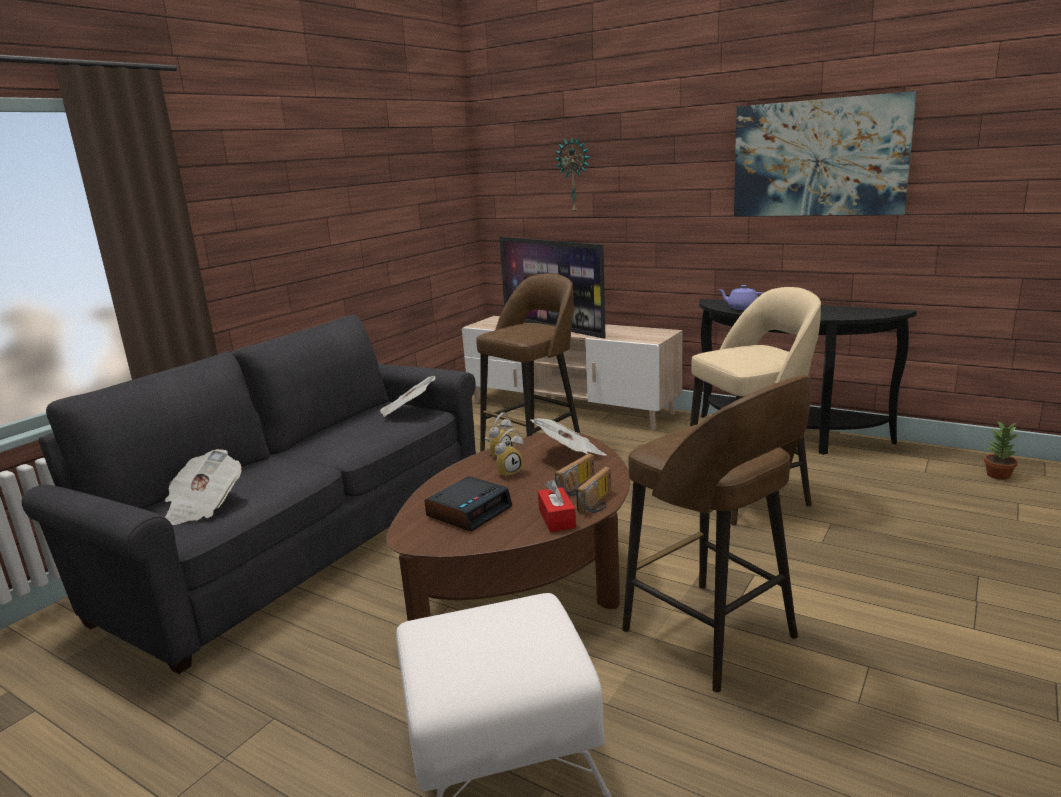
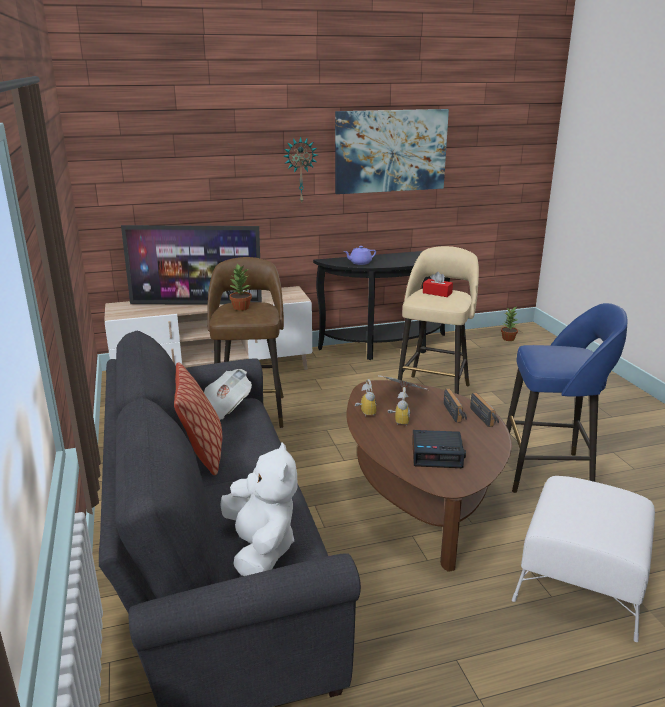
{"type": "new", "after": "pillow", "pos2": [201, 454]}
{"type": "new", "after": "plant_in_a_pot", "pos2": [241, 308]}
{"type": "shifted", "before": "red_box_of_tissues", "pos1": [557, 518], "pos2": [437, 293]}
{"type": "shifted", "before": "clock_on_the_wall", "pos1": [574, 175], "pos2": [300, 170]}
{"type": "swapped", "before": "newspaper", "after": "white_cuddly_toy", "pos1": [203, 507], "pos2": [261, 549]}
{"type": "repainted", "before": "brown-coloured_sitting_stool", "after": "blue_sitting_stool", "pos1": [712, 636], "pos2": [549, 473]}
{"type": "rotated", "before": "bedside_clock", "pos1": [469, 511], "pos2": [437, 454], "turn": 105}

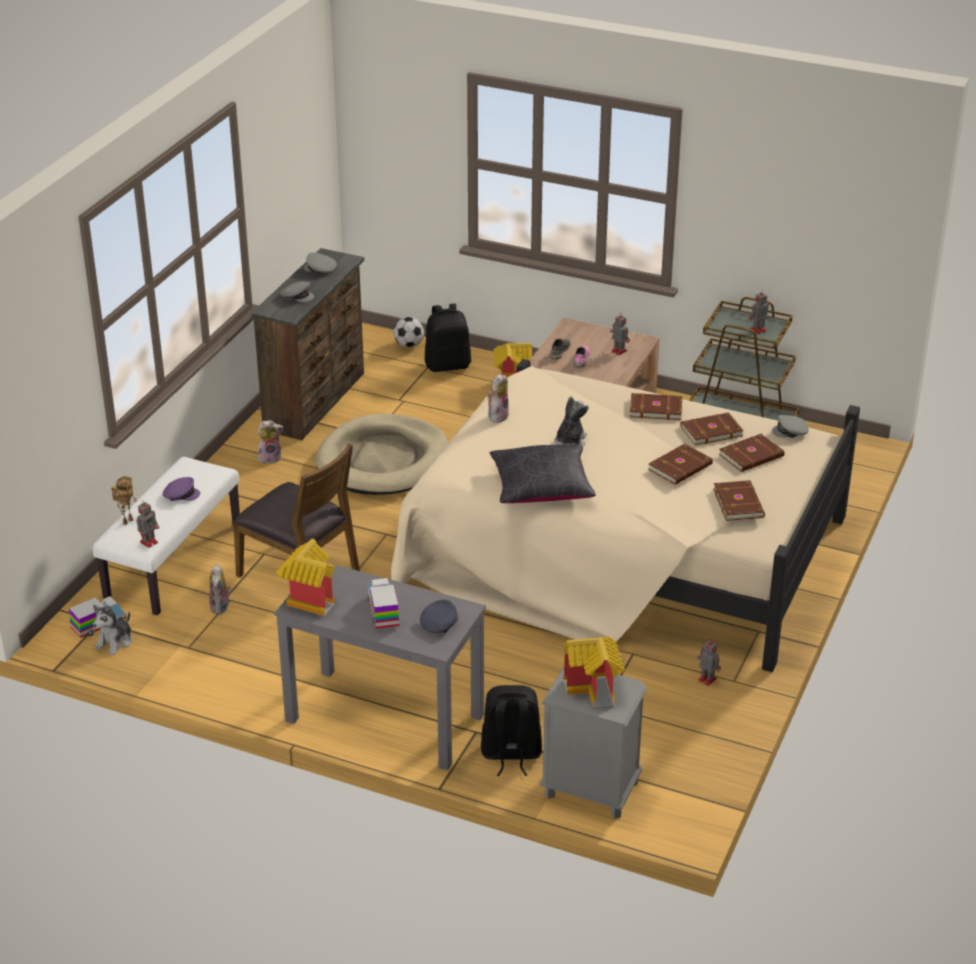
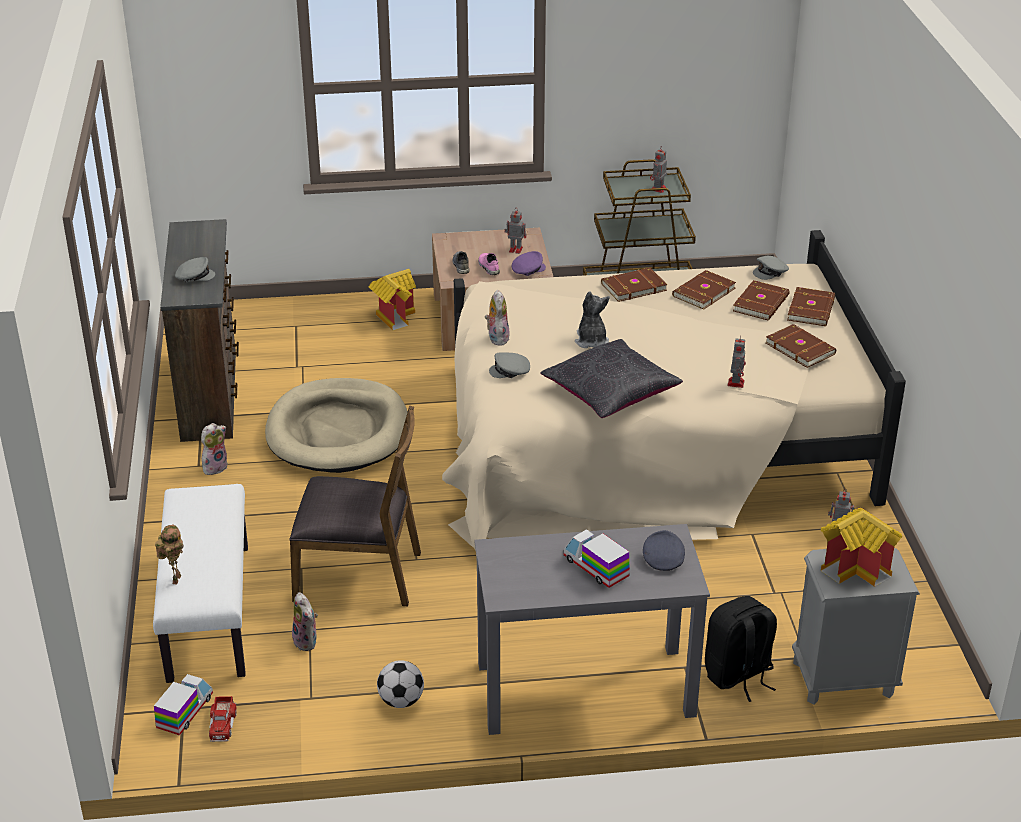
{"type": "gone", "before": "model_house", "pos1": [308, 599]}
{"type": "gone", "before": "black-coloured_backpack", "pos1": [448, 365]}
{"type": "shifted", "before": "toy_robot", "pos1": [149, 541], "pos2": [736, 382]}
{"type": "shifted", "before": "purple_cap", "pos1": [181, 494], "pos2": [528, 269]}
{"type": "shifted", "before": "gray_cap", "pos1": [320, 269], "pos2": [510, 371]}
{"type": "shifted", "before": "football_ball", "pos1": [409, 345], "pos2": [401, 701]}
{"type": "shifted", "before": "brown-coloured_book", "pos1": [681, 467], "pos2": [812, 309]}
{"type": "swapped", "before": "cuddly_toy", "after": "toy_lorry", "pos1": [115, 642], "pos2": [222, 724]}

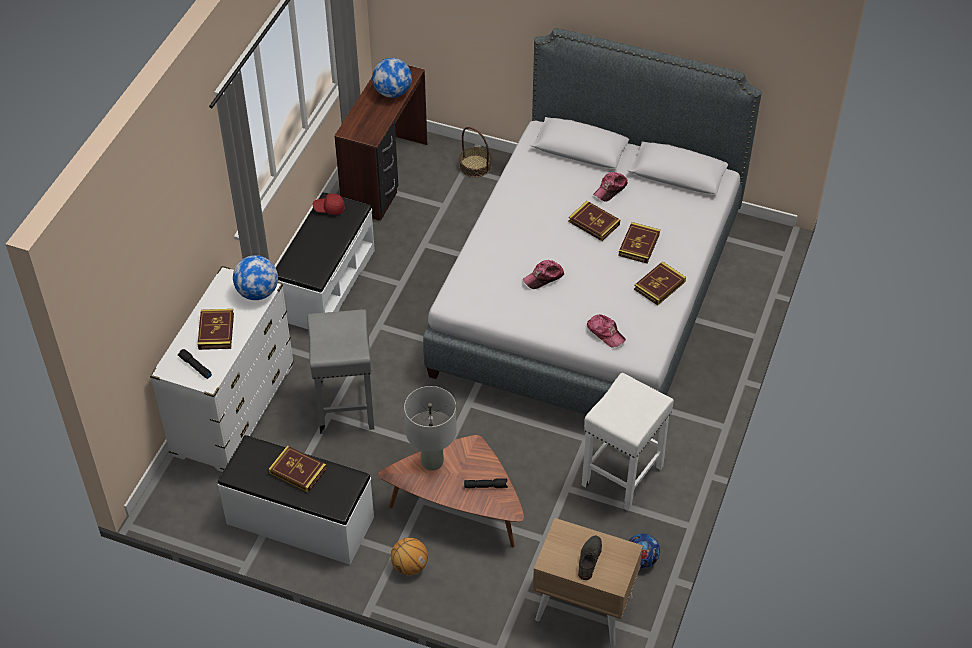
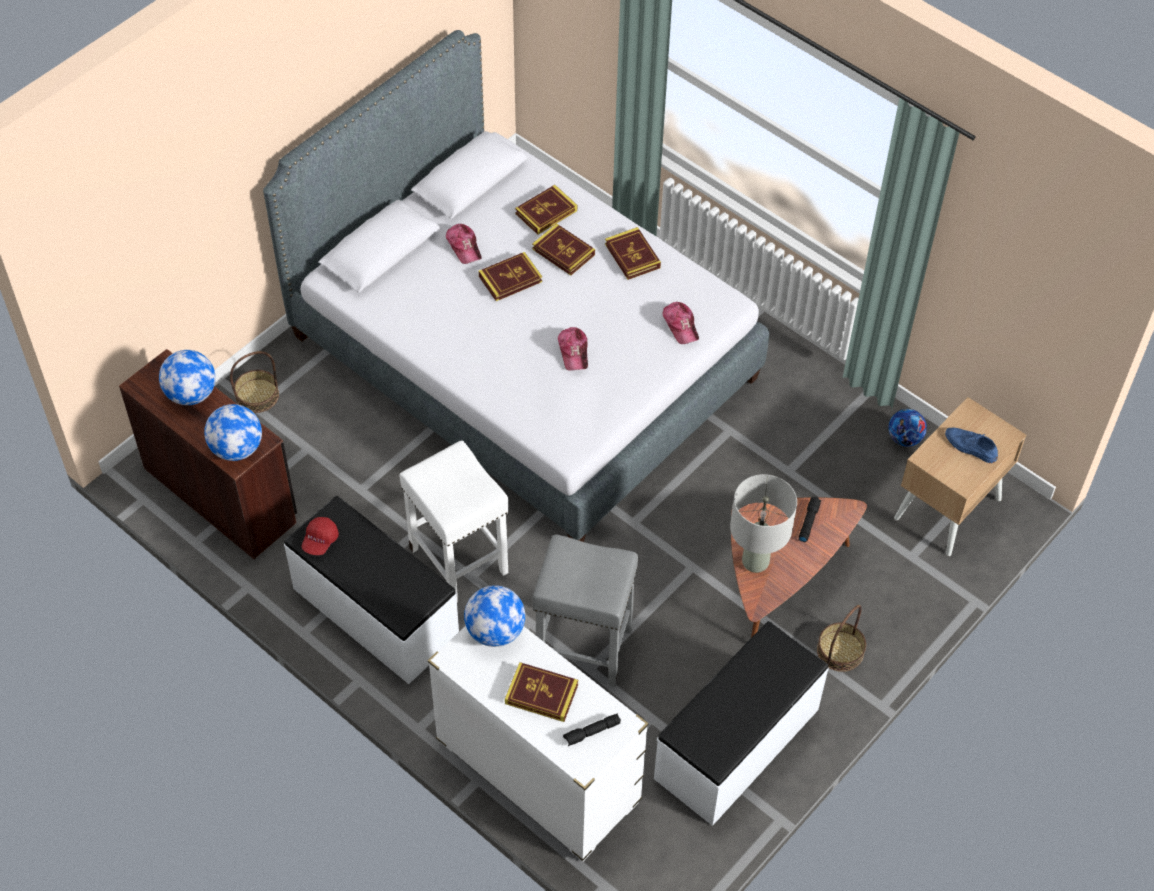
{"type": "new", "after": "world_globe", "pos2": [237, 448]}
{"type": "shifted", "before": "book", "pos1": [298, 471], "pos2": [546, 212]}
{"type": "shifted", "before": "white_sitting_stool", "pos1": [621, 477], "pos2": [460, 561]}
{"type": "swapped", "before": "ball_for_basketball", "after": "household_basket", "pos1": [409, 566], "pos2": [840, 651]}
{"type": "repainted", "before": "gray_item_of_footwear", "after": "blue_item_of_footwear", "pos1": [589, 558], "pos2": [970, 447]}
{"type": "rotated", "before": "cap", "pos1": [605, 333], "pos2": [680, 325], "turn": 90}

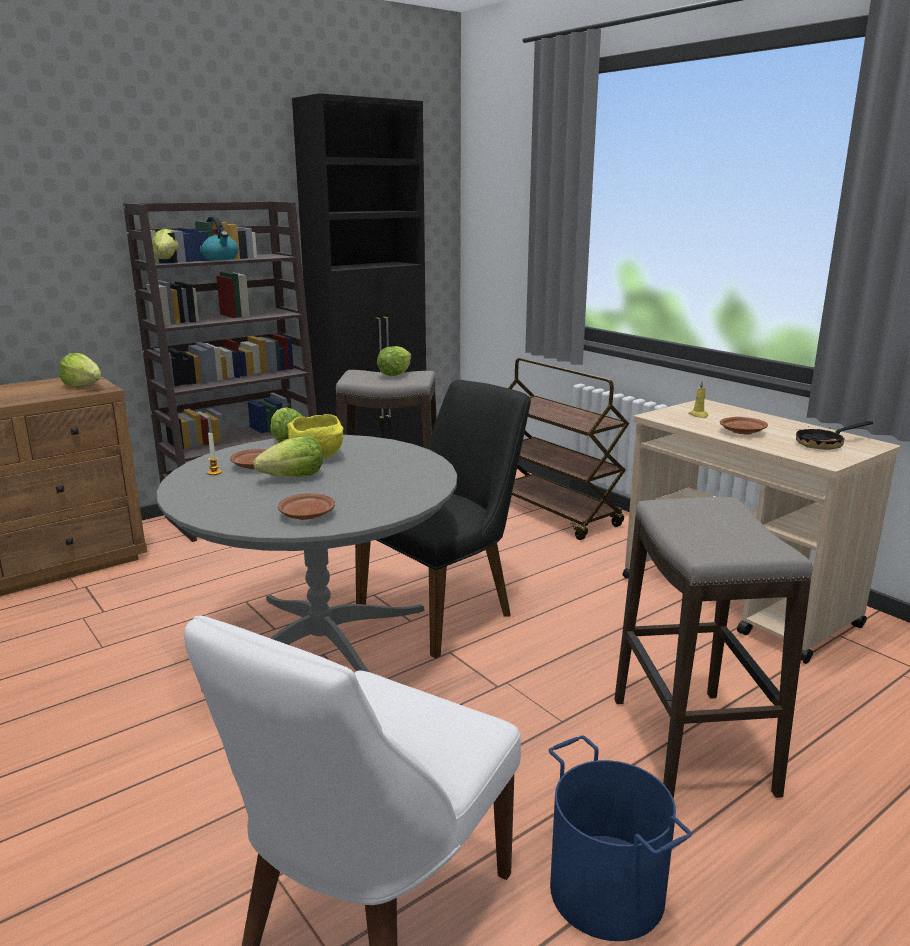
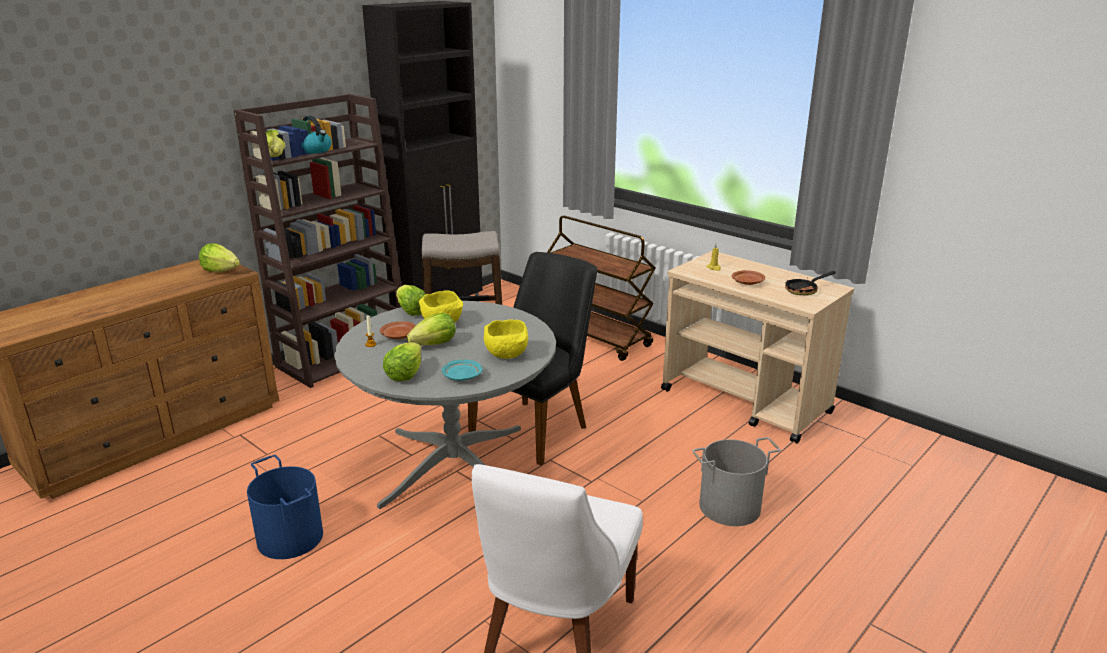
{"type": "new", "after": "yellow_serving_bowl", "pos2": [508, 355]}
{"type": "shifted", "before": "lettuce", "pos1": [395, 374], "pos2": [404, 375]}
{"type": "shifted", "before": "blue_water_bucket", "pos1": [608, 890], "pos2": [291, 537]}
{"type": "swapped", "before": "sitting_stool", "after": "gray_water_bucket", "pos1": [691, 745], "pos2": [730, 507]}
{"type": "repainted", "before": "brown-coloured_plate", "after": "turquoise_plate", "pos1": [306, 515], "pos2": [461, 376]}

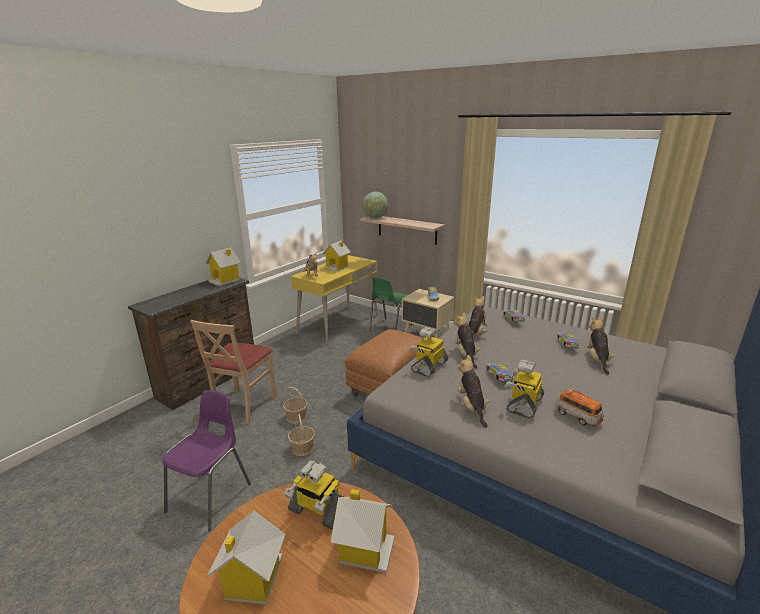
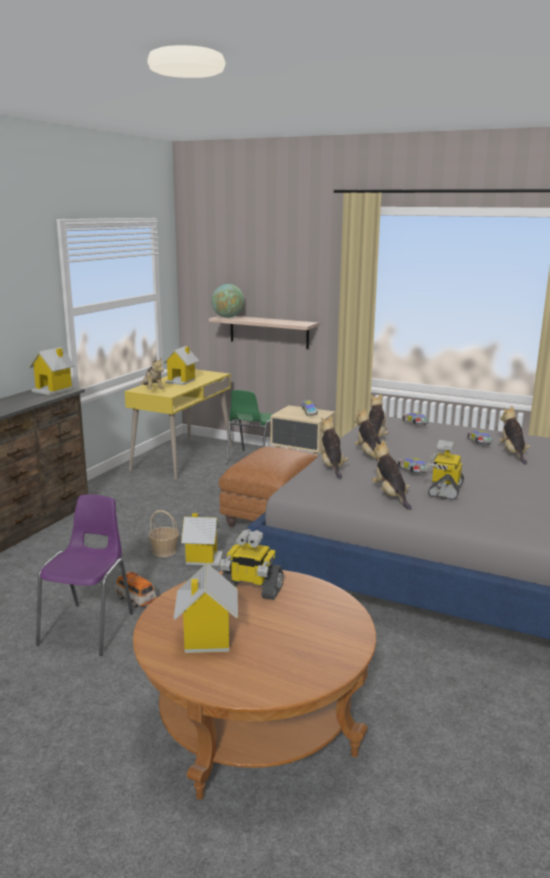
{"type": "gone", "before": "beige-coloured_chair", "pos1": [244, 405]}
{"type": "gone", "before": "household_basket", "pos1": [302, 448]}
{"type": "shifted", "before": "model_house", "pos1": [364, 549], "pos2": [202, 558]}
{"type": "shifted", "before": "miniature_car", "pos1": [577, 416], "pos2": [136, 599]}
{"type": "swapped", "before": "toy_robot", "after": "cuddly_toy", "pos1": [429, 366], "pos2": [332, 467]}

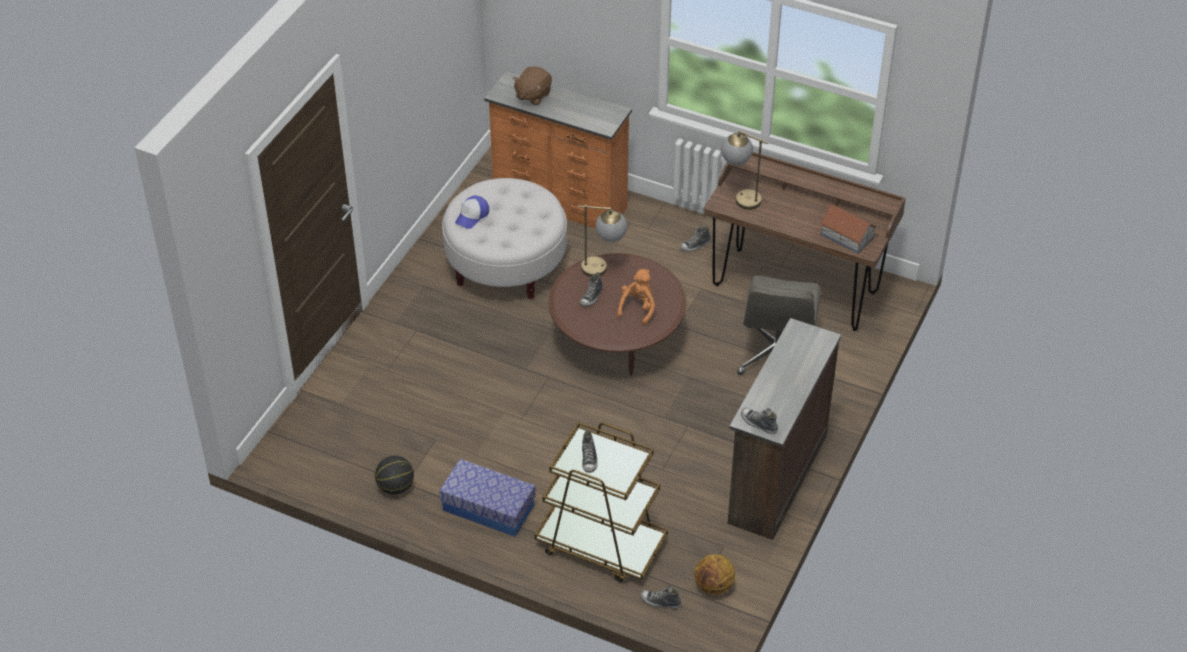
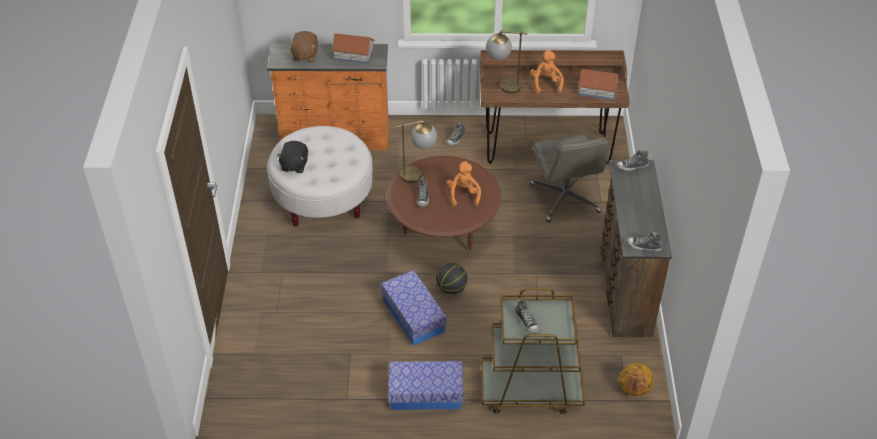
{"type": "new", "after": "model_house", "pos2": [353, 54]}
{"type": "new", "after": "storage_bin", "pos2": [413, 316]}
{"type": "new", "after": "orange_cuddly_toy", "pos2": [546, 84]}
{"type": "shifted", "before": "ball_for_basketball", "pos1": [395, 487], "pos2": [451, 288]}
{"type": "shifted", "before": "item_of_footwear", "pos1": [660, 602], "pos2": [632, 166]}
{"type": "swapped", "before": "cap", "after": "black-coloured_cuddly_toy", "pos1": [472, 216], "pos2": [294, 165]}

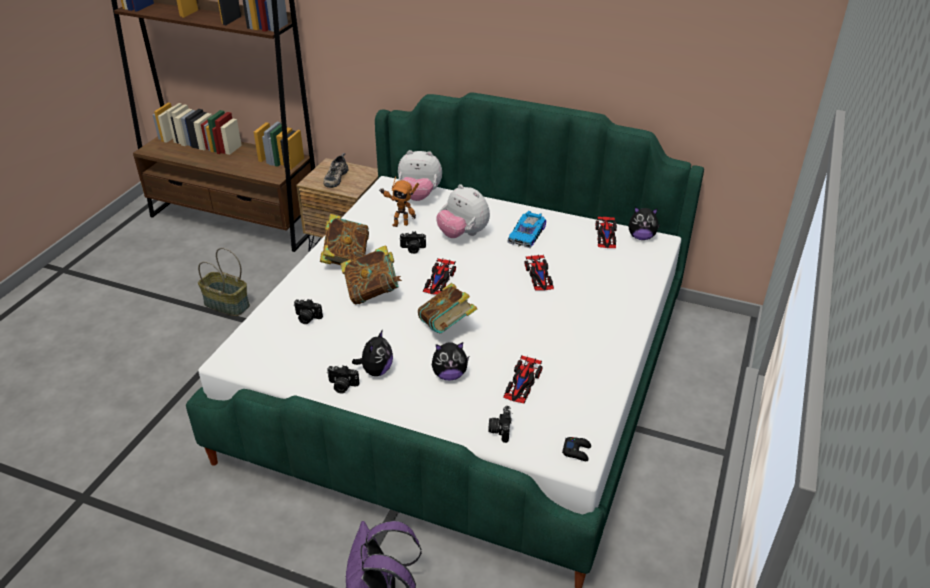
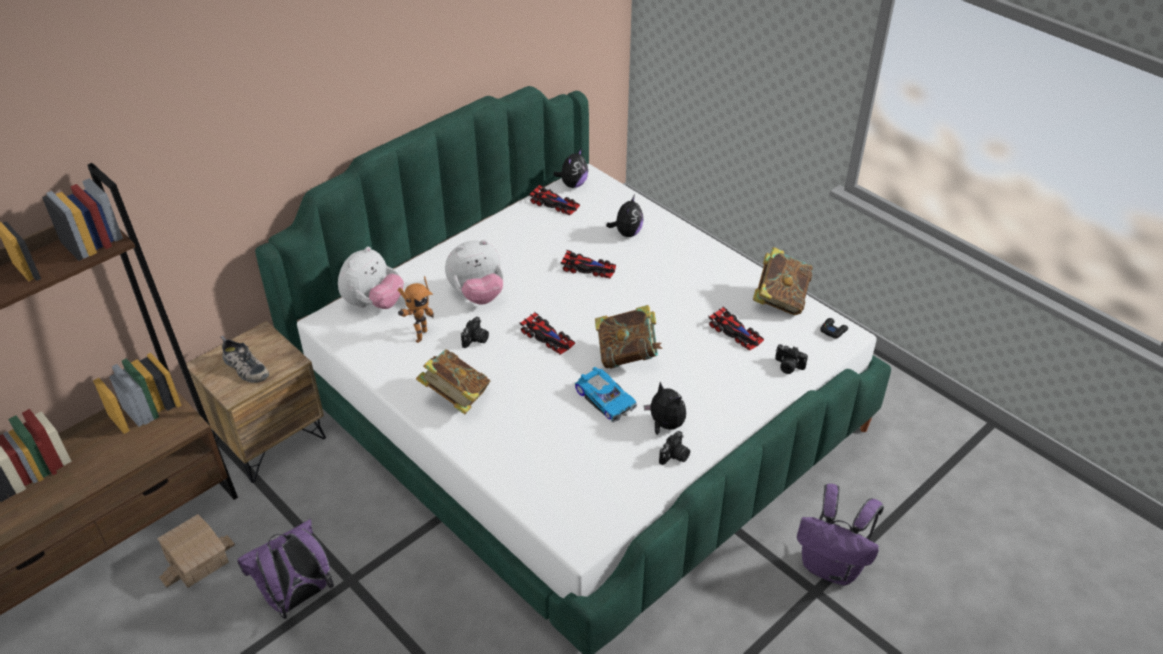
{"type": "gone", "before": "still_camera", "pos1": [307, 318]}
{"type": "new", "after": "model_house", "pos2": [197, 560]}
{"type": "shifted", "before": "book", "pos1": [372, 293], "pos2": [780, 299]}
{"type": "shifted", "before": "cuddly_toy", "pos1": [449, 375], "pos2": [627, 233]}
{"type": "shifted", "before": "miniature_car", "pos1": [528, 235], "pos2": [606, 398]}
{"type": "swapped", "before": "household_basket", "after": "purple_backpack", "pos1": [226, 305], "pos2": [297, 598]}

